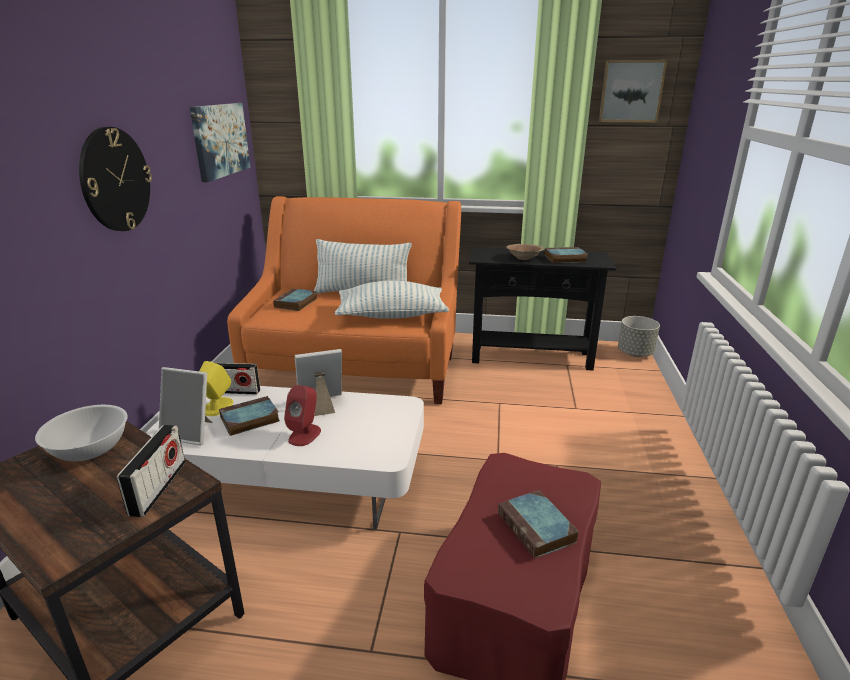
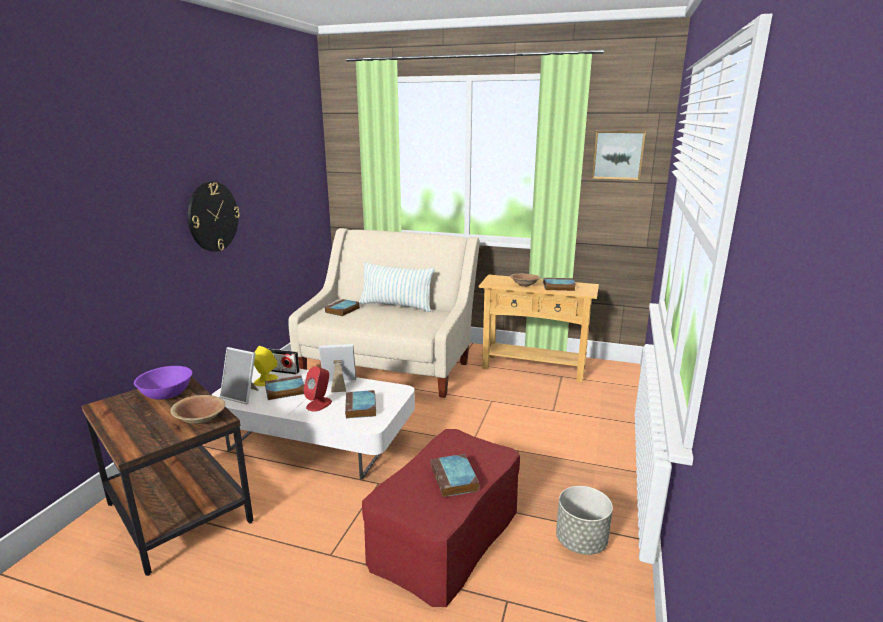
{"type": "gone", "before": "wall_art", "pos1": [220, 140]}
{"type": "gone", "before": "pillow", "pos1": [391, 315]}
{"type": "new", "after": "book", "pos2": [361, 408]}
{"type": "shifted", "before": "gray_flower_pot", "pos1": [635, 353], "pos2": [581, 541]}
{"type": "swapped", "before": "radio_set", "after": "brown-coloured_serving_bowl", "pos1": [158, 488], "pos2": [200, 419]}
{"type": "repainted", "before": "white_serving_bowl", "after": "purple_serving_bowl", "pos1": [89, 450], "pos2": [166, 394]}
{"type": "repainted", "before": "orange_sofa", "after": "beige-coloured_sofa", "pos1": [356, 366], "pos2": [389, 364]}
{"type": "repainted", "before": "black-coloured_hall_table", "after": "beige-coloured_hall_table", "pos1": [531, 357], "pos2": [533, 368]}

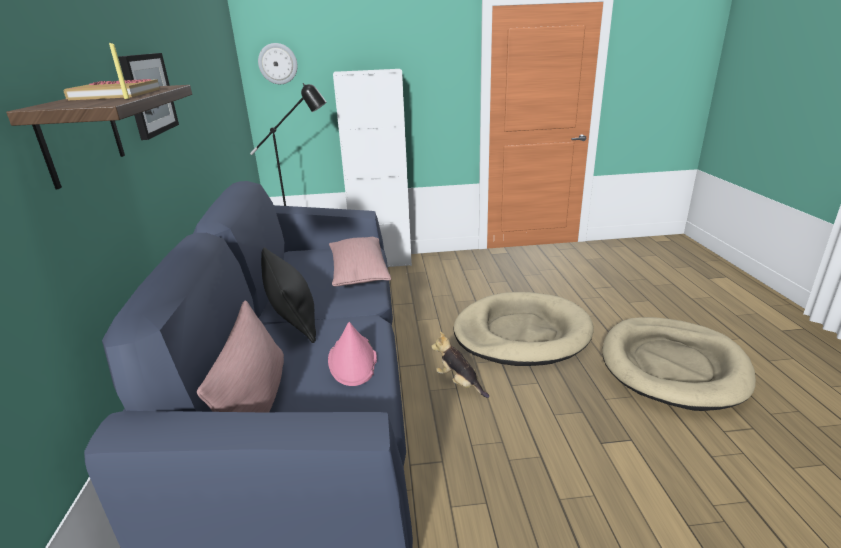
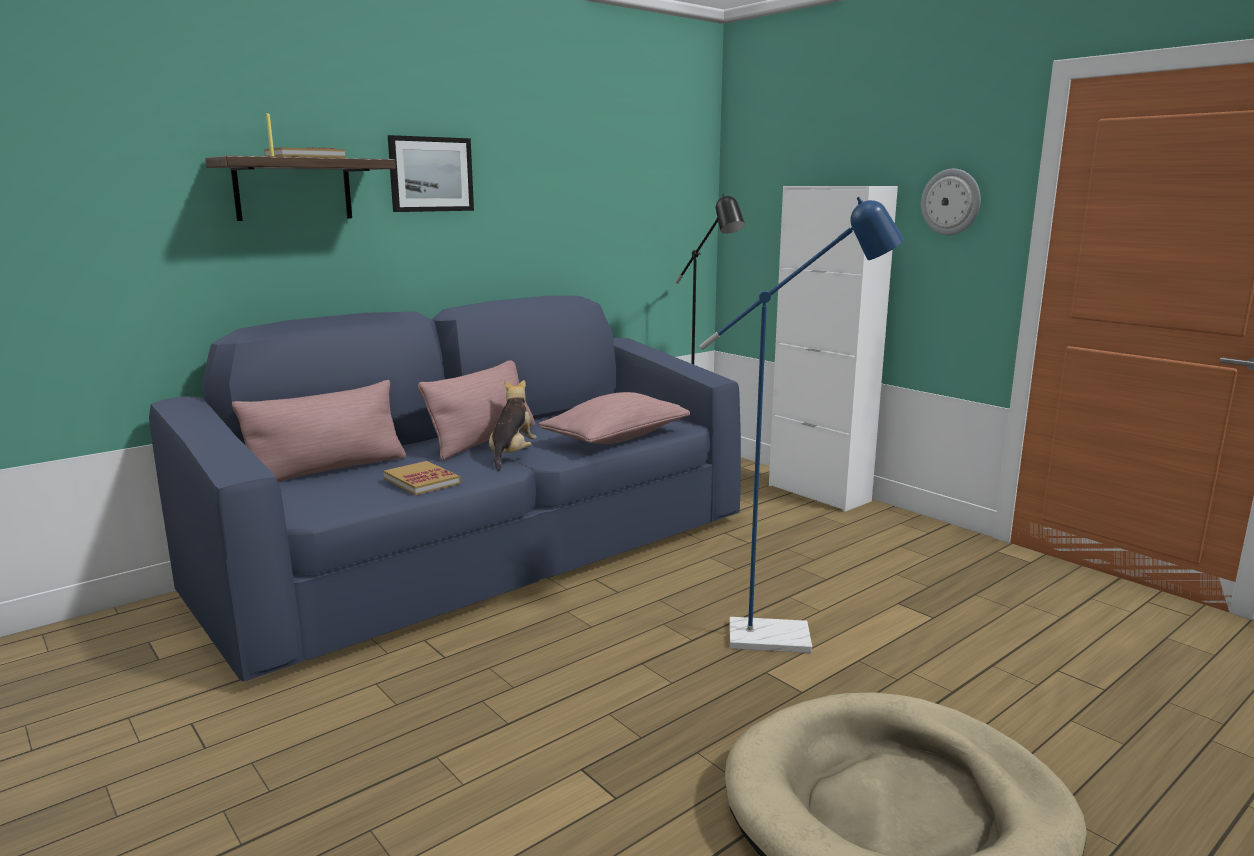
{"type": "shifted", "before": "clock_on_the_wall", "pos1": [278, 63], "pos2": [951, 202]}
{"type": "shifted", "before": "cuddly_toy", "pos1": [459, 383], "pos2": [512, 455]}
{"type": "swapped", "before": "pinkish_hat", "after": "book", "pos1": [353, 361], "pos2": [422, 481]}
{"type": "swapped", "before": "beige-coloured_dog_bed", "after": "blue_standing_lamp", "pos1": [521, 333], "pos2": [786, 638]}
{"type": "repainted", "before": "black-coloured_pillow", "after": "pinkish_pillow", "pos1": [292, 316], "pos2": [483, 440]}

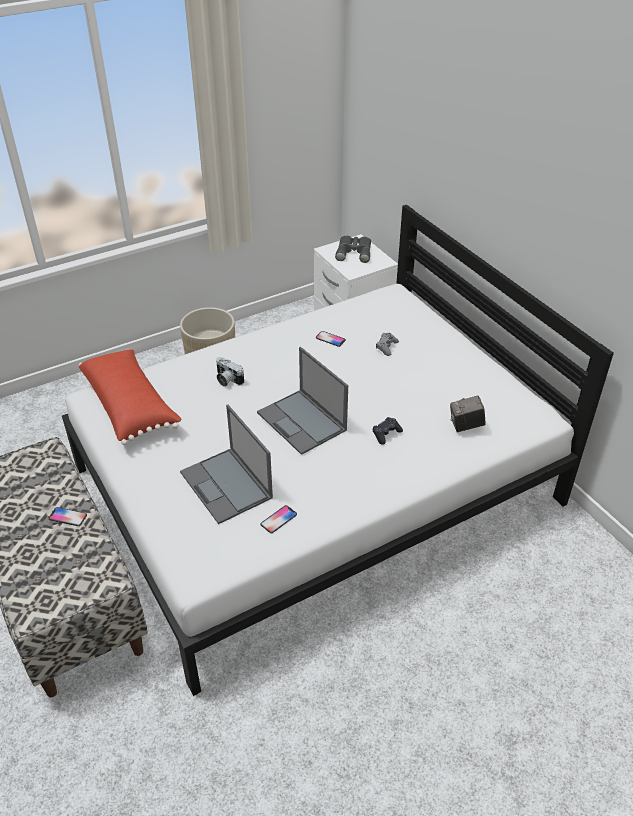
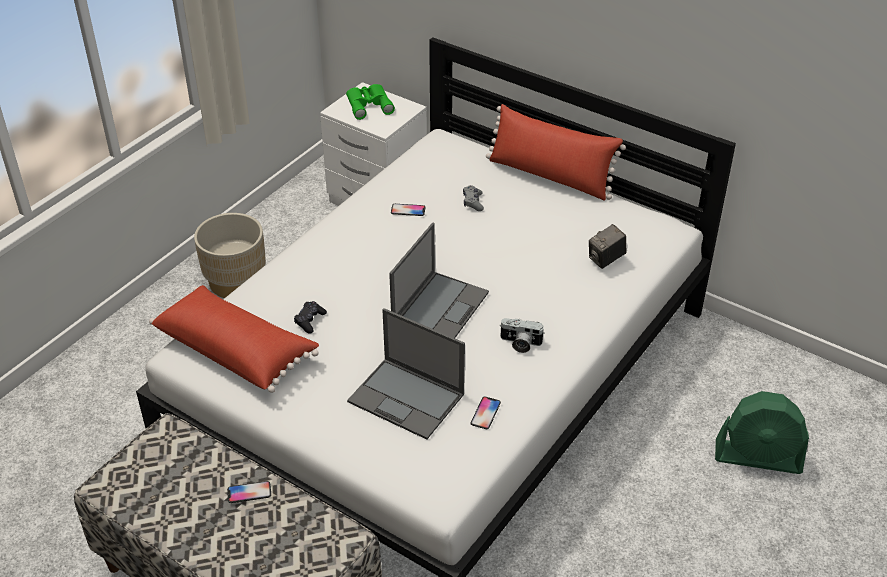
{"type": "new", "after": "red_pillow", "pos2": [550, 176]}
{"type": "new", "after": "greenish_electric_fan", "pos2": [758, 457]}
{"type": "shifted", "before": "still_camera", "pos1": [227, 380], "pos2": [520, 343]}
{"type": "shifted", "before": "black-coloured_gamepad", "pos1": [386, 434], "pos2": [310, 321]}
{"type": "repainted", "before": "gray_field_glasses", "after": "greenish_field_glasses", "pos1": [354, 251], "pos2": [369, 104]}
{"type": "rotated", "before": "laptop", "pos1": [302, 422], "pos2": [440, 307], "turn": -90}

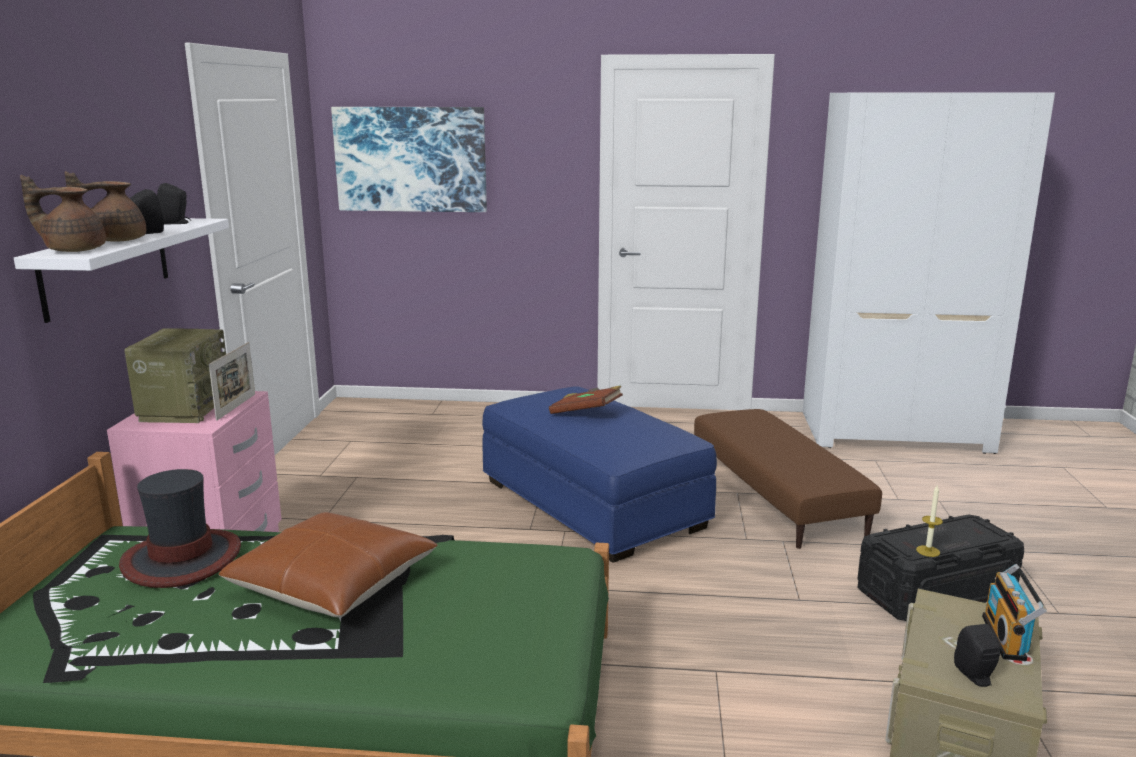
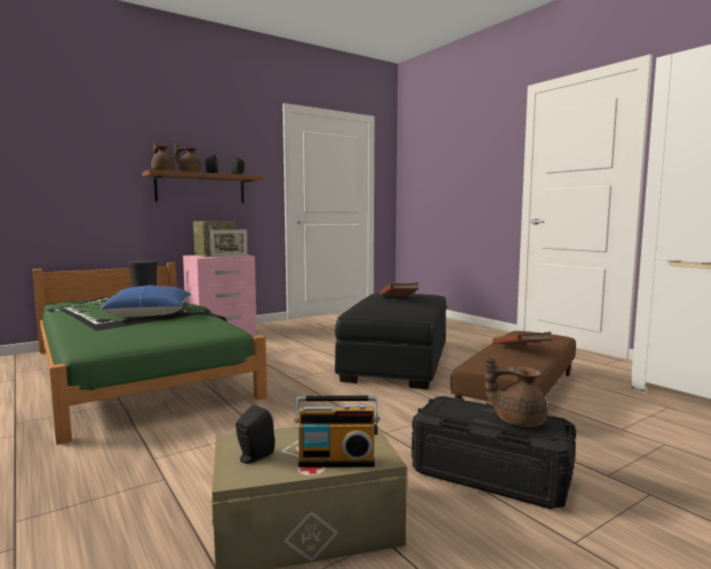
{"type": "gone", "before": "wall_art", "pos1": [411, 159]}
{"type": "gone", "before": "candle", "pos1": [928, 551]}
{"type": "new", "after": "brown-coloured_tea_pot", "pos2": [517, 420]}
{"type": "new", "after": "brown-coloured_book", "pos2": [521, 350]}
{"type": "repainted", "before": "white_shelf", "after": "brown-coloured_shelf", "pos1": [107, 266], "pos2": [201, 188]}
{"type": "repainted", "before": "brown-coloured_pillow", "after": "blue_pillow", "pos1": [333, 583], "pos2": [150, 314]}
{"type": "repainted", "before": "blue_footrest", "after": "black-coloured_footrest", "pos1": [592, 503], "pos2": [397, 362]}
{"type": "rotated", "before": "radio_set", "pos1": [1007, 638], "pos2": [337, 459], "turn": -150}

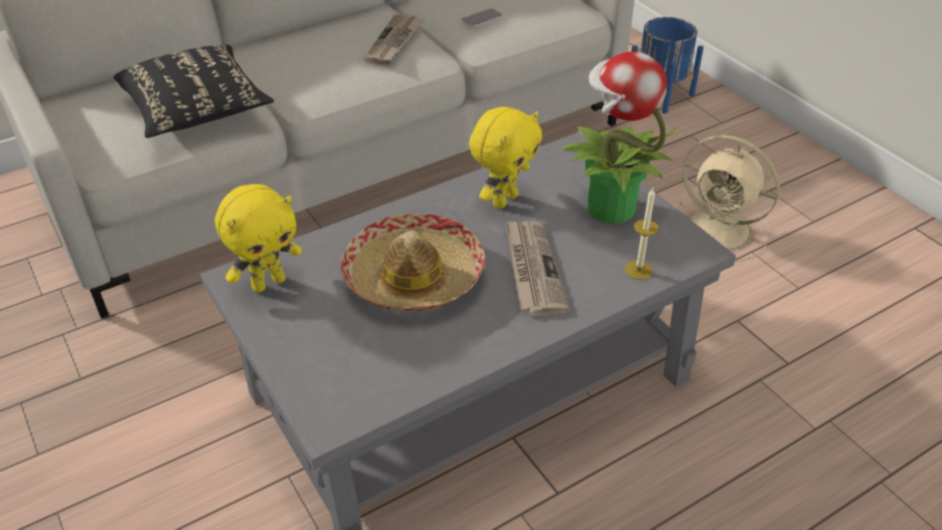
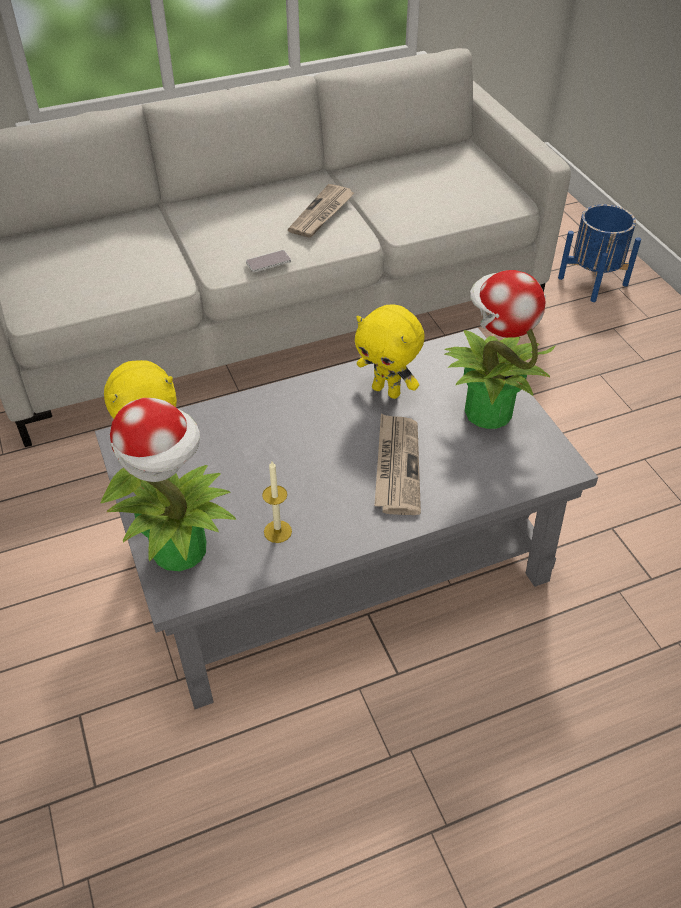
{"type": "gone", "before": "black-coloured_pillow", "pos1": [197, 112]}
{"type": "gone", "before": "hat", "pos1": [413, 276]}
{"type": "gone", "before": "beige-coloured_electric_fan", "pos1": [721, 231]}
{"type": "new", "after": "plant_in_a_pot", "pos2": [181, 549]}
{"type": "shifted", "before": "telephone", "pos1": [481, 18], "pos2": [268, 262]}
{"type": "shifted", "before": "candle", "pos1": [638, 270], "pos2": [277, 531]}
{"type": "rotated", "before": "yellow_cuddly_toy", "pos1": [503, 199], "pos2": [387, 391], "turn": 75}

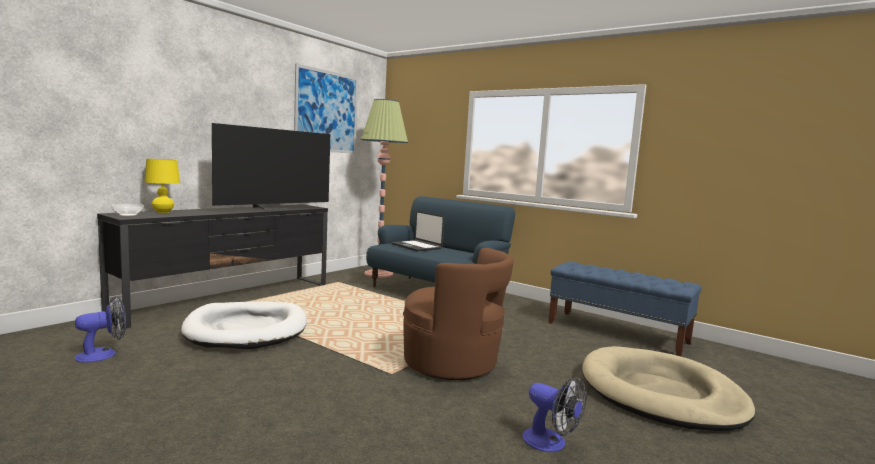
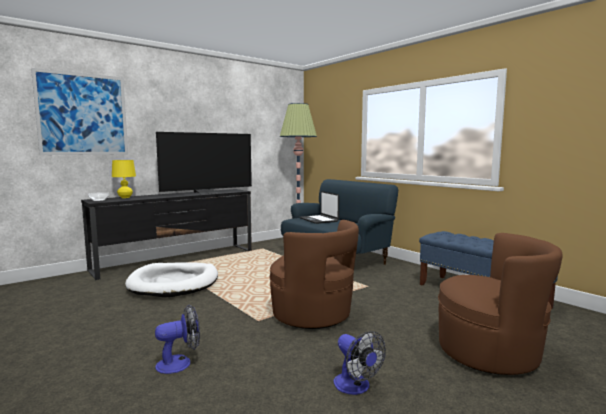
{"type": "shifted", "before": "electric_fan", "pos1": [103, 354], "pos2": [180, 363]}
{"type": "shifted", "before": "wall_art", "pos1": [327, 111], "pos2": [83, 114]}
{"type": "swapped", "before": "beige-coloured_dog_bed", "after": "brown-coloured_armchair", "pos1": [660, 394], "pos2": [490, 352]}

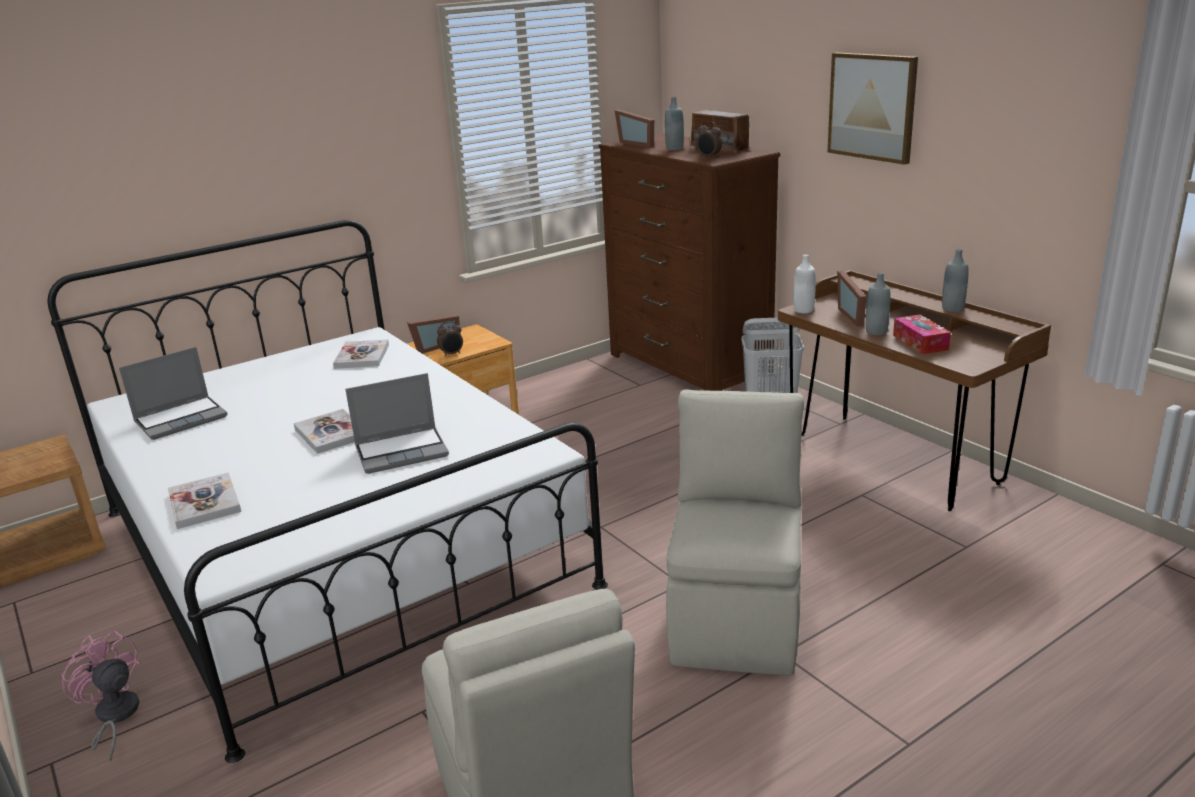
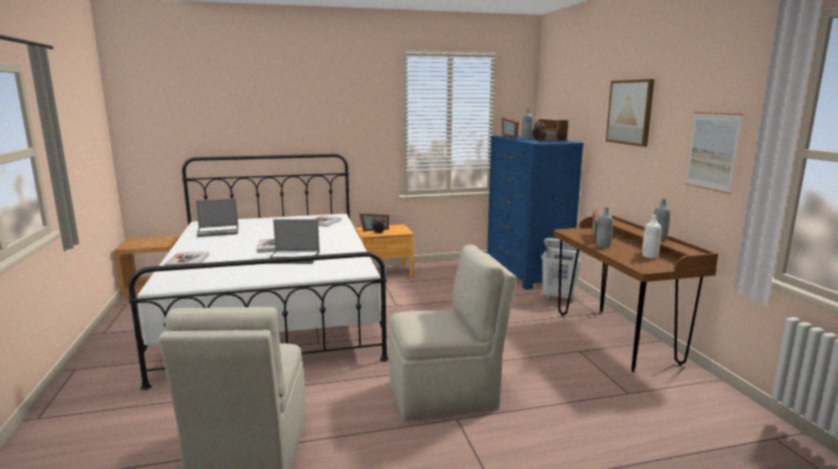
{"type": "gone", "before": "pinkish_electric_fan", "pos1": [114, 717]}
{"type": "gone", "before": "box_of_tissues", "pos1": [920, 342]}
{"type": "new", "after": "wall_art", "pos2": [712, 151]}
{"type": "shifted", "before": "white_drink_bottle", "pos1": [803, 310], "pos2": [649, 256]}
{"type": "repainted", "before": "brown-coloured_chest_of_drawers", "after": "blue_chest_of_drawers", "pos1": [688, 367], "pos2": [526, 271]}
{"type": "rotated", "before": "beige-coloured_chair", "pos1": [736, 618], "pos2": [445, 394], "turn": 45}

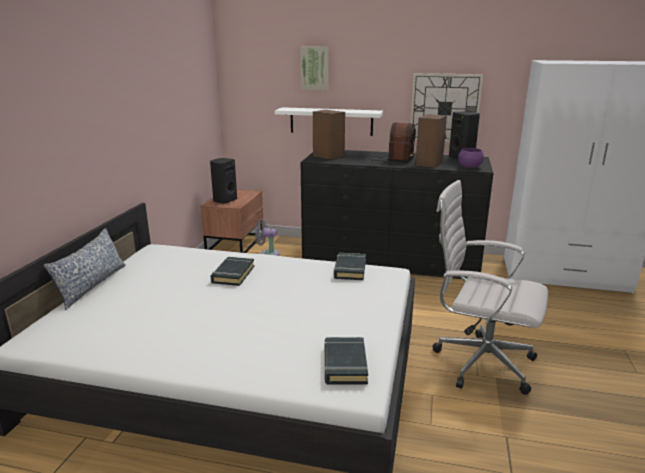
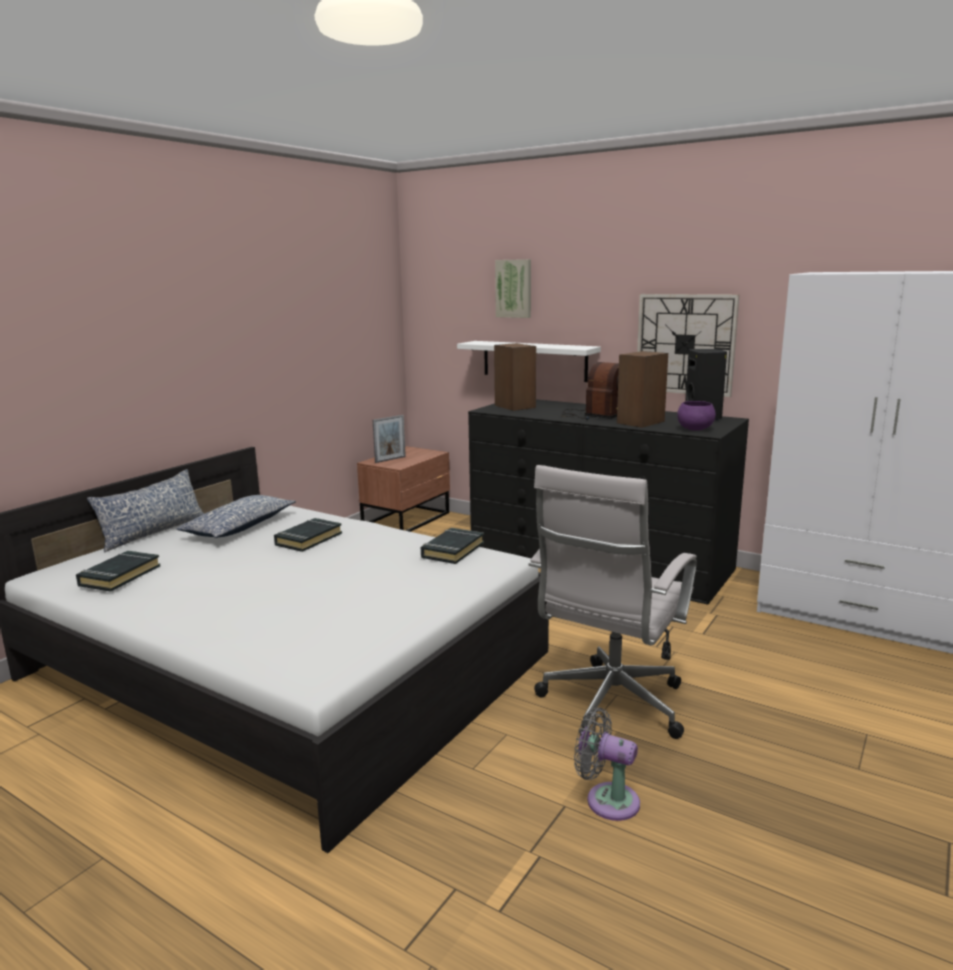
{"type": "new", "after": "pillow", "pos2": [239, 527]}
{"type": "shifted", "before": "gray_electric_fan", "pos1": [267, 254], "pos2": [607, 800]}
{"type": "shifted", "before": "black-coloured_book", "pos1": [344, 364], "pos2": [119, 576]}
{"type": "swapped", "before": "black-coloured_speaker", "after": "picture_frame", "pos1": [224, 200], "pos2": [390, 459]}
{"type": "rotated", "before": "white_office_chair", "pos1": [479, 362], "pos2": [609, 708], "turn": -105}

